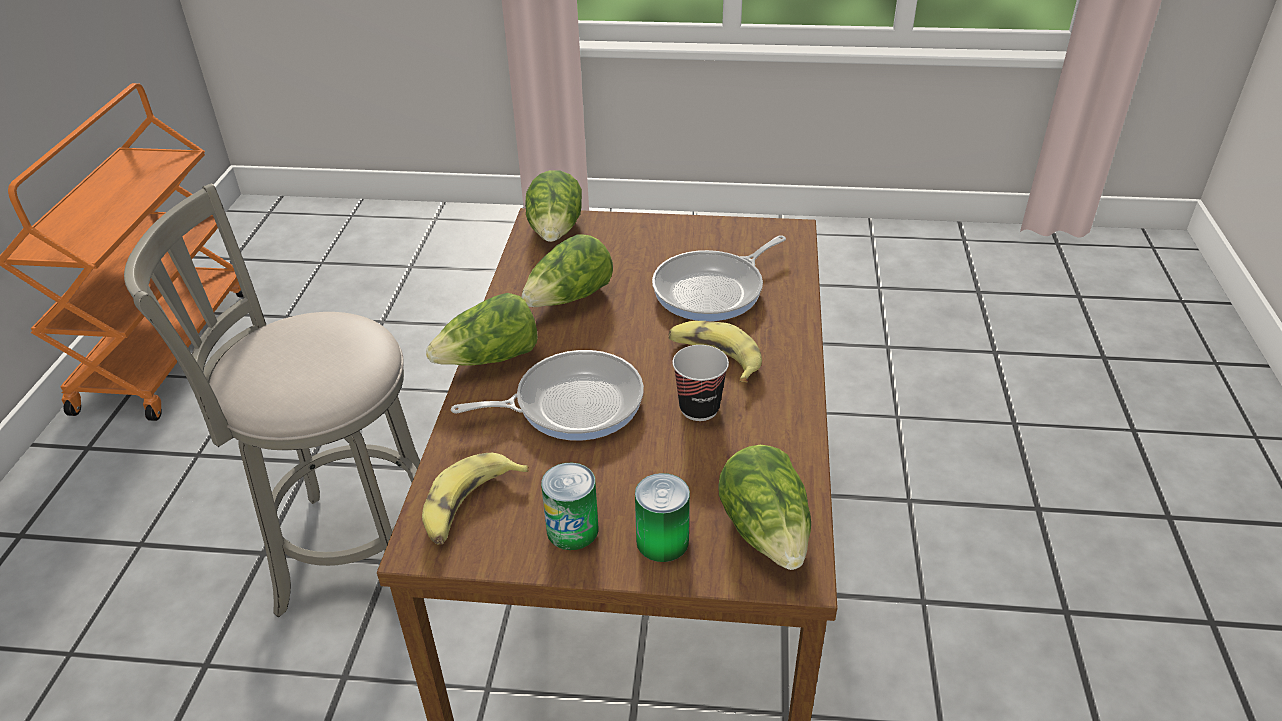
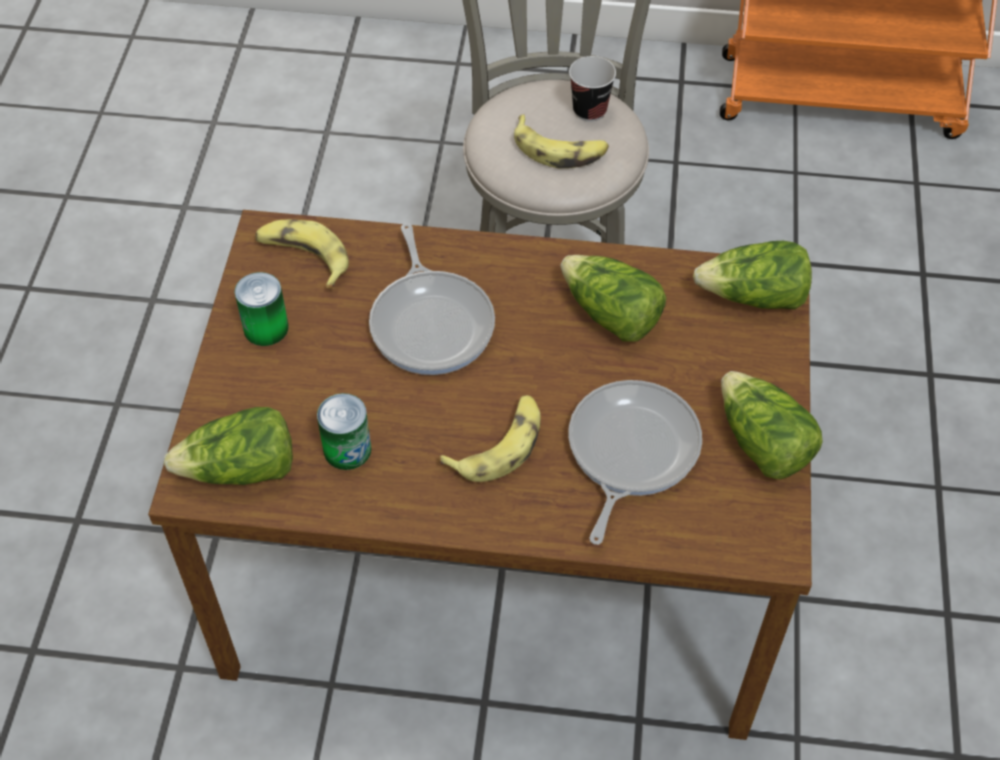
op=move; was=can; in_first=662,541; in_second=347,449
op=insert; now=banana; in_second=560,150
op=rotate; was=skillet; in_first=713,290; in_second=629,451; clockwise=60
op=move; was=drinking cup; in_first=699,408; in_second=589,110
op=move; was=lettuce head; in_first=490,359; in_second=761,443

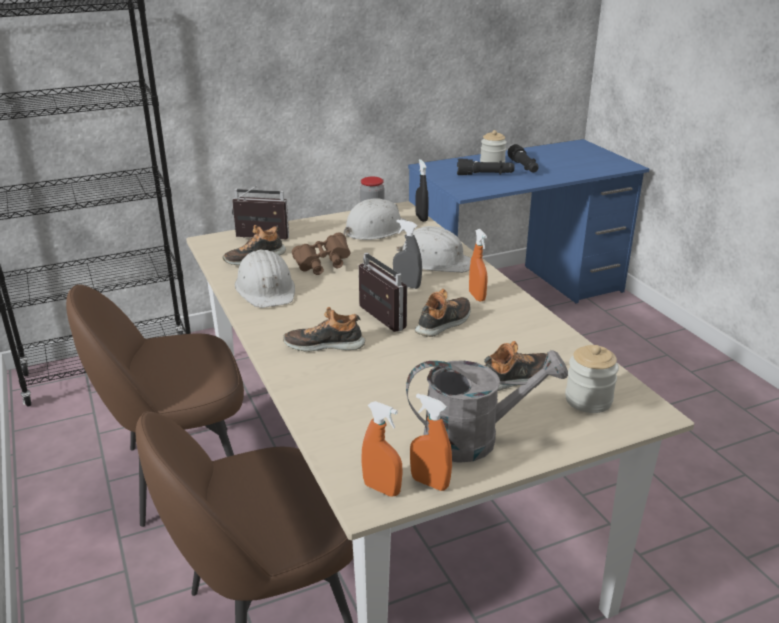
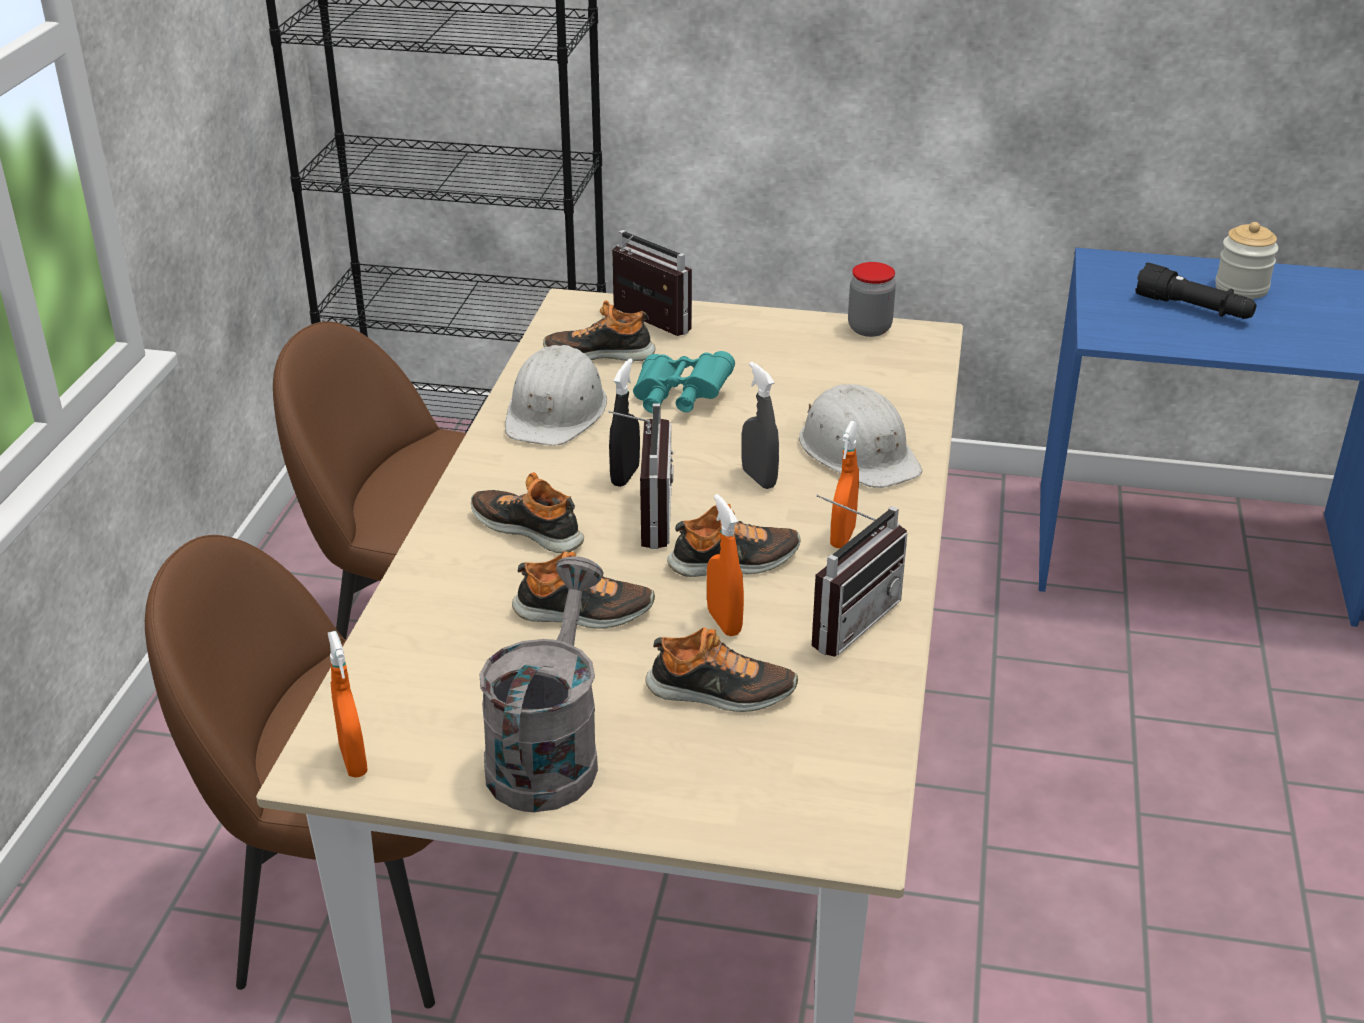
op=rotate; was=watering can/grey; in_first=474,438; in_second=547,752; clockwise=-105
op=insert; now=low shoe; in_second=583,613
op=move; was=spray bottle/black-coloured; in_first=421,218; in_second=625,476
op=recolor; was=binoculars/brownish; now=binoculars/turquoise; in_first=322,265; in_second=679,399
op=move; was=spray bottle/orange; in_first=429,483; in_second=724,622
op=insert; now=radio set; in_second=845,619
op=delete; was=safety helmet/whitish; in_first=376,230
op=delete; was=hand torch/black-coloured; in_first=523,167
op=delete; was=storage jar; in_first=588,400

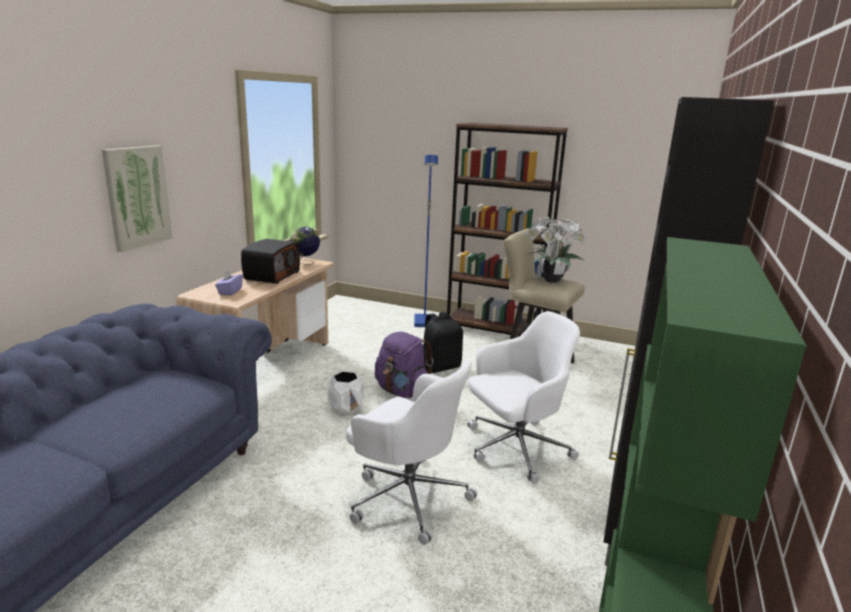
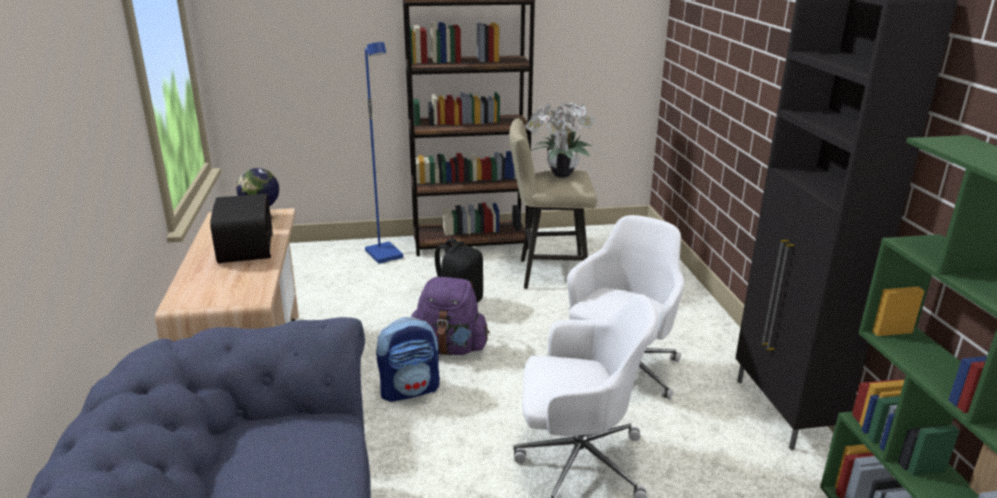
op=replace; was=plant pot/whitish; now=knapsack; in_first=346,408; in_second=410,390
op=delete; was=picture; in_first=137,197
op=delete; was=box of tissues/purplish; in_first=230,291

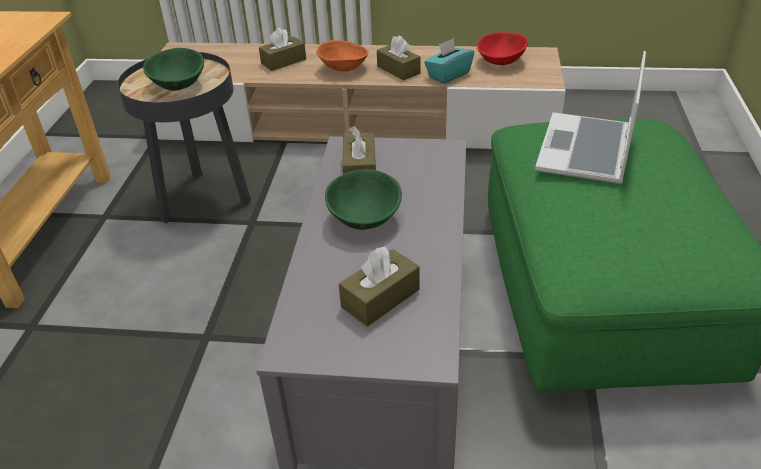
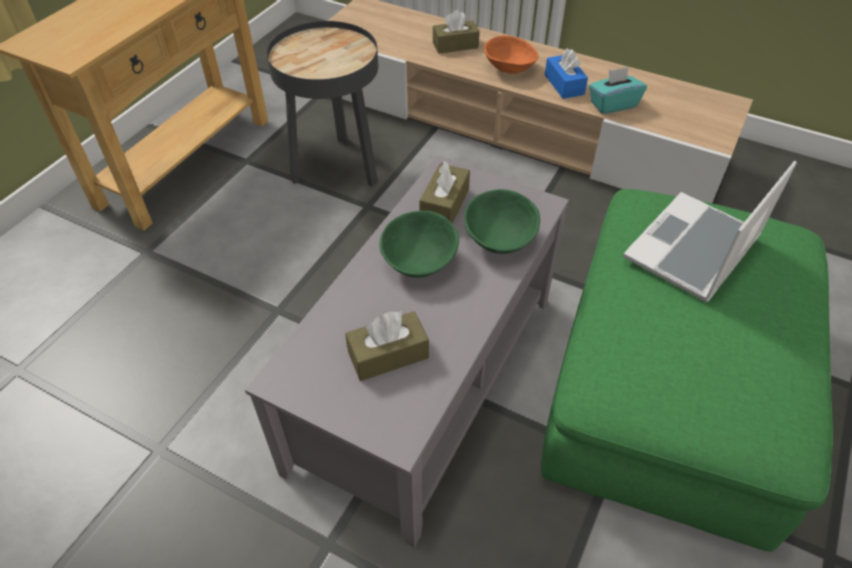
op=move; was=serving bowl/green; in_first=178,85; in_second=499,239
op=recolor; was=box of tissues/brownish; now=box of tissues/blue-coloured; in_first=398,70; in_second=564,84
op=delete; was=serving bowl/red; in_first=501,62

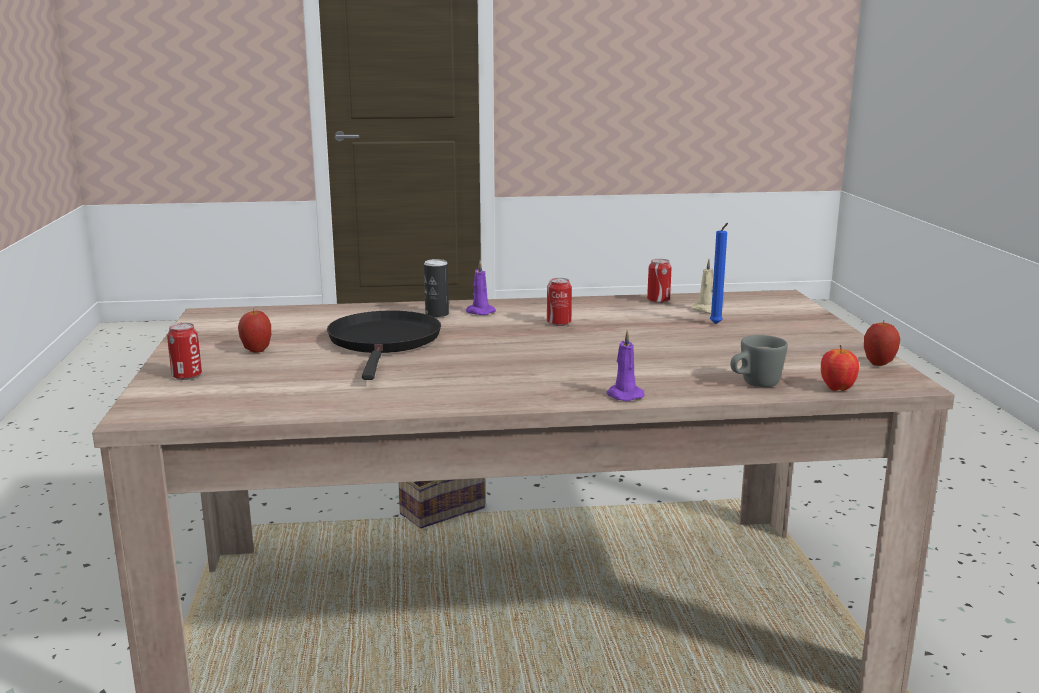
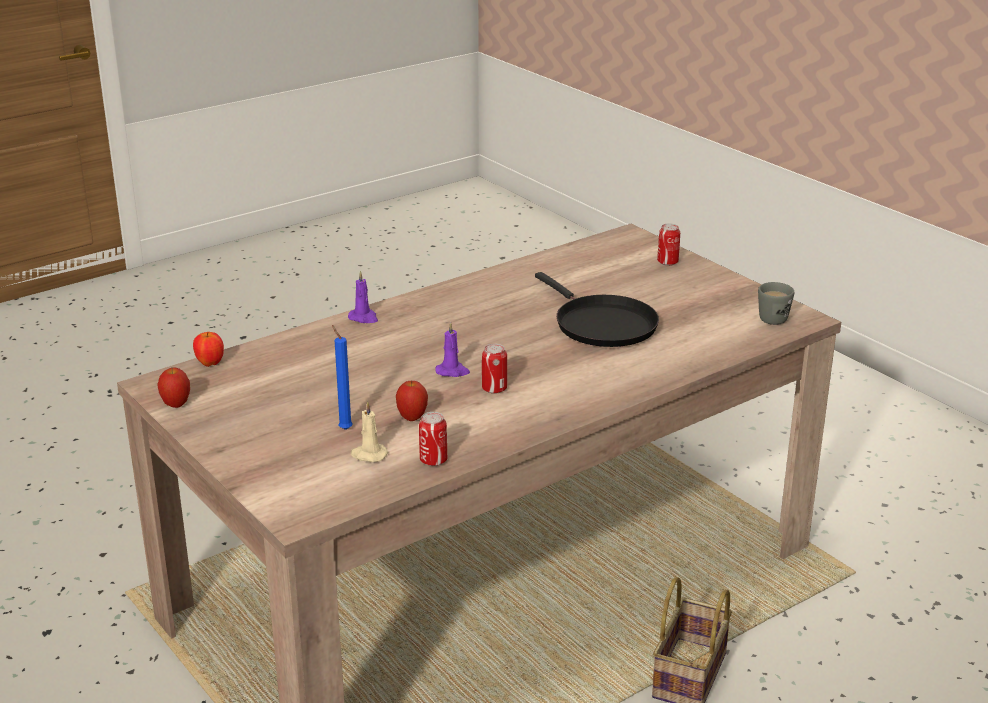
op=move; was=apple fruit; in_first=257,351; in_second=412,418
op=move; was=wax light/purplish; in_first=479,312; in_second=452,371
op=move; was=tea mug/grey; in_first=754,384; in_second=775,317
op=delete; was=can; in_first=437,314

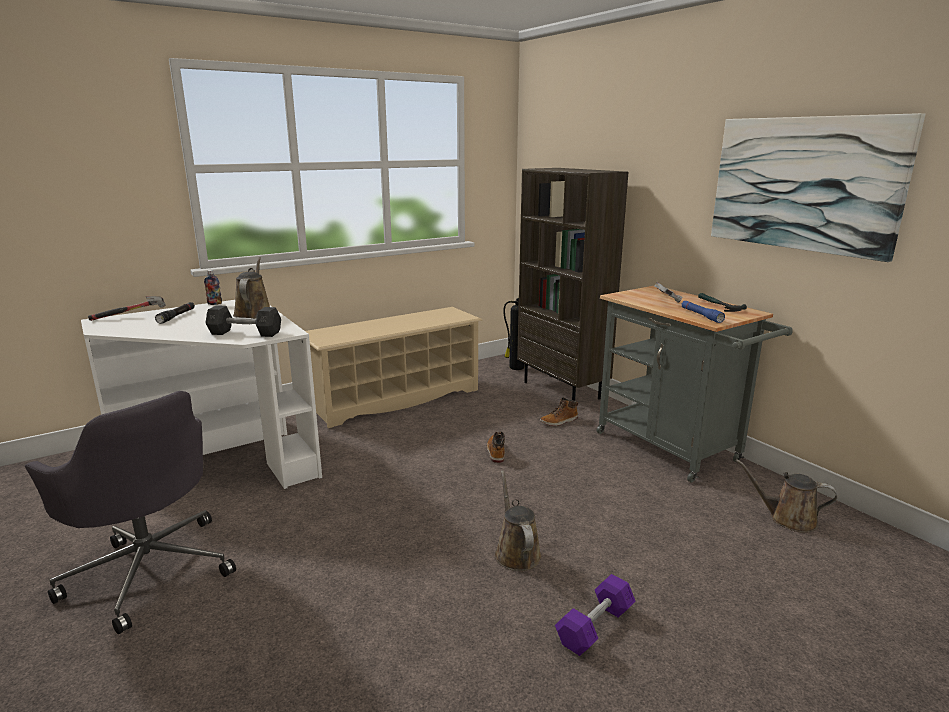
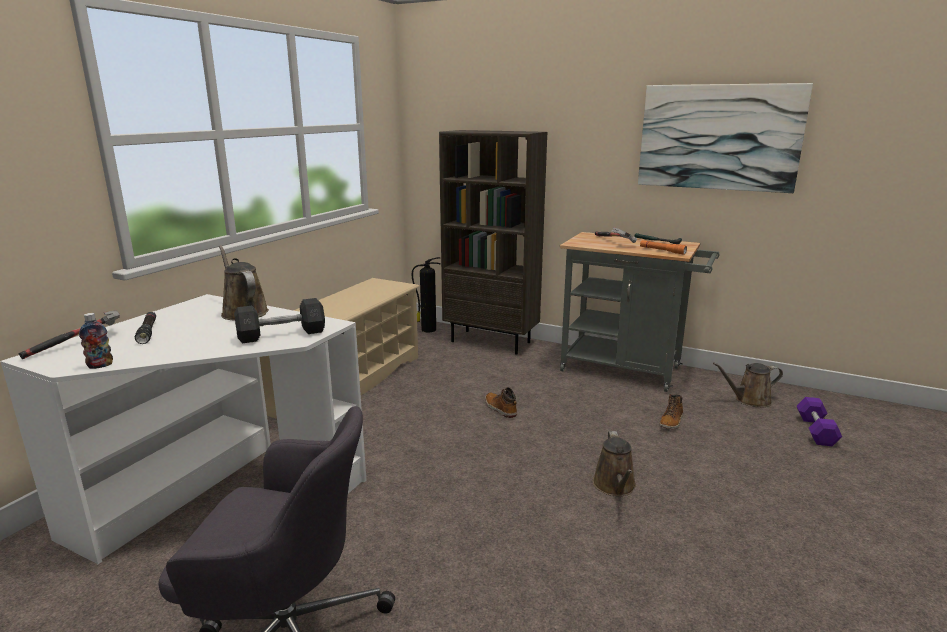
op=move; was=beverage bottle; in_first=214,304; in_second=100,365
op=rotate; was=watering can/brownish; in_first=516,552; in_second=615,486; clockwise=-135
op=recolor; was=hand torch/blue-coloured; now=hand torch/orange; in_first=701,315; in_second=662,251
op=move; was=high-top boot; in_first=559,421; in_second=671,421
op=move; was=hand weight/purplish; in_first=595,626; in_second=816,430

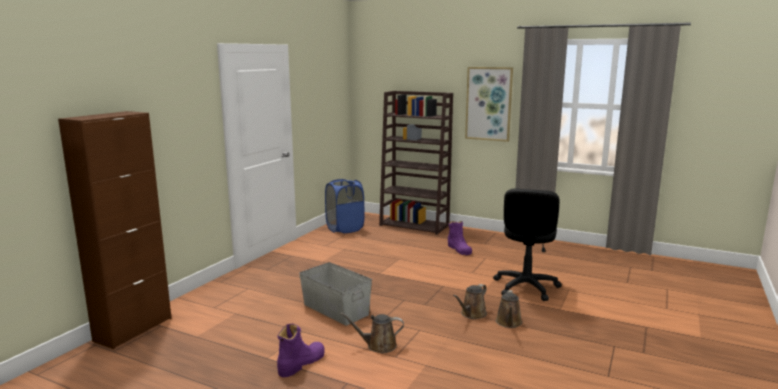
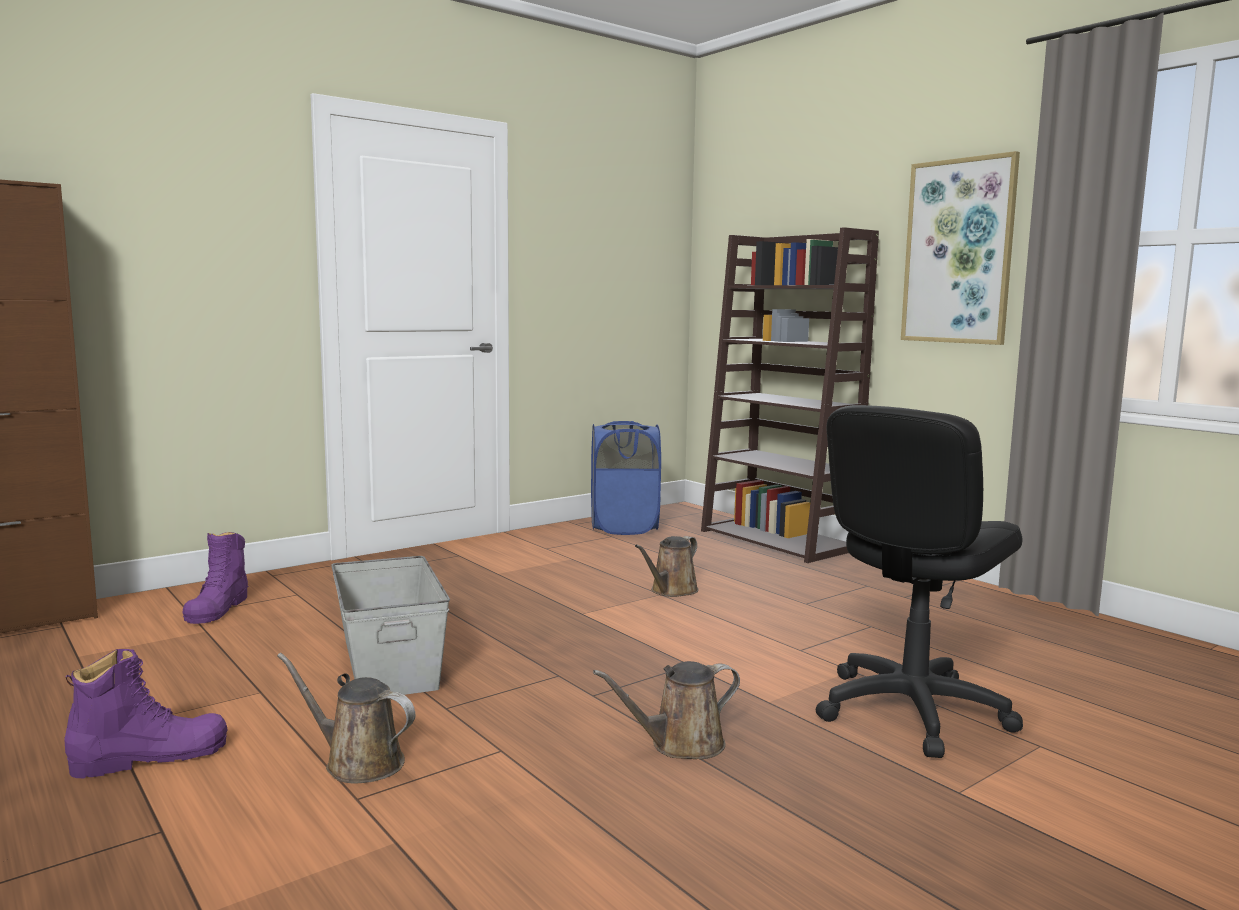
op=move; was=high-top boot/purplish; in_first=459,249; in_second=218,608
op=move; was=watering can/brownish; in_first=509,323; in_second=671,591

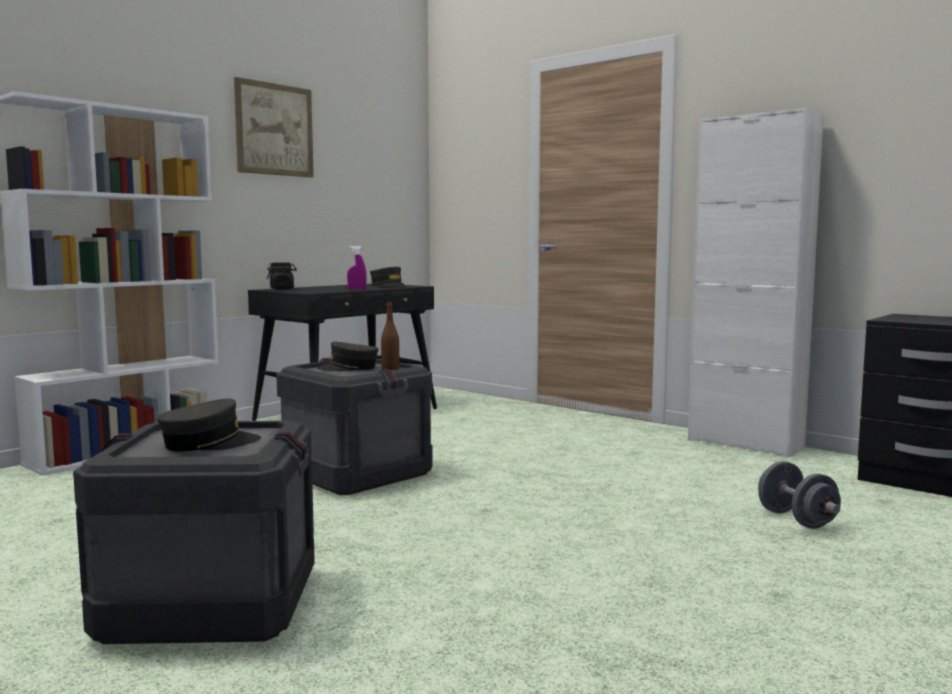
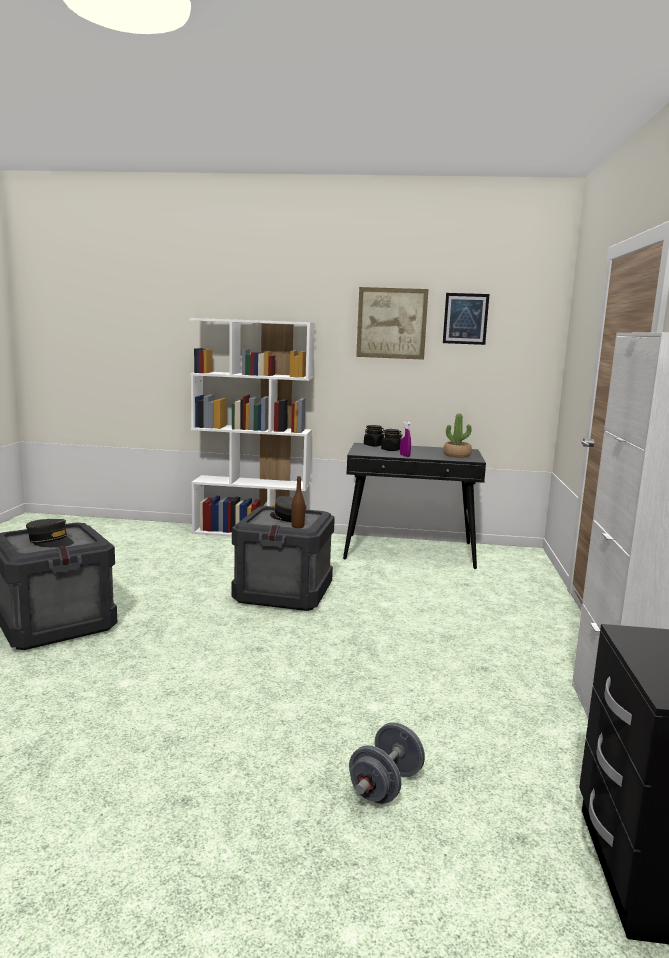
op=insert; now=storage jar/black-coloured; in_second=390,450
op=insert; now=picture; in_second=465,318
op=replace; was=cap/grey; now=houseplant; in_first=388,286; in_second=457,455

